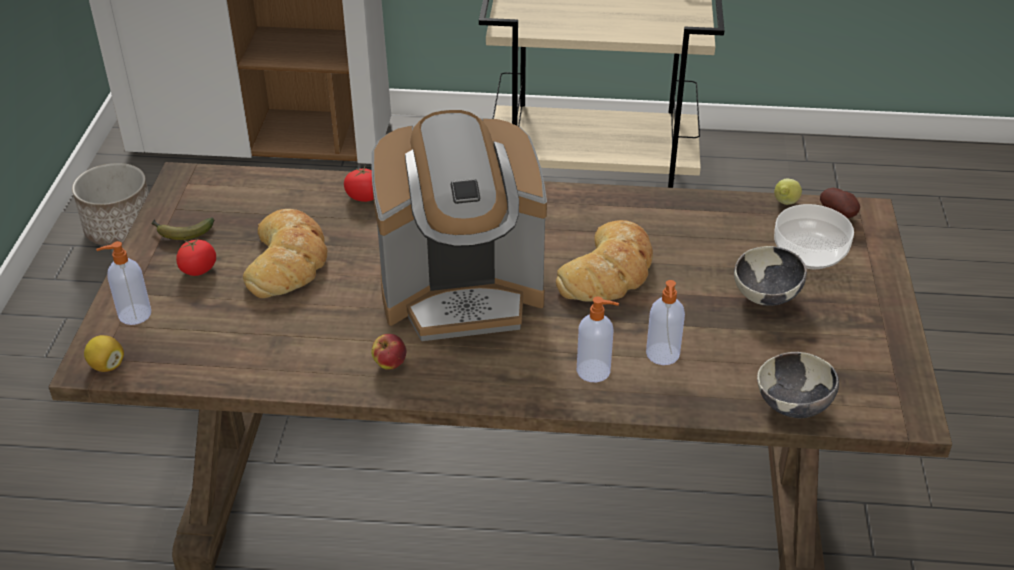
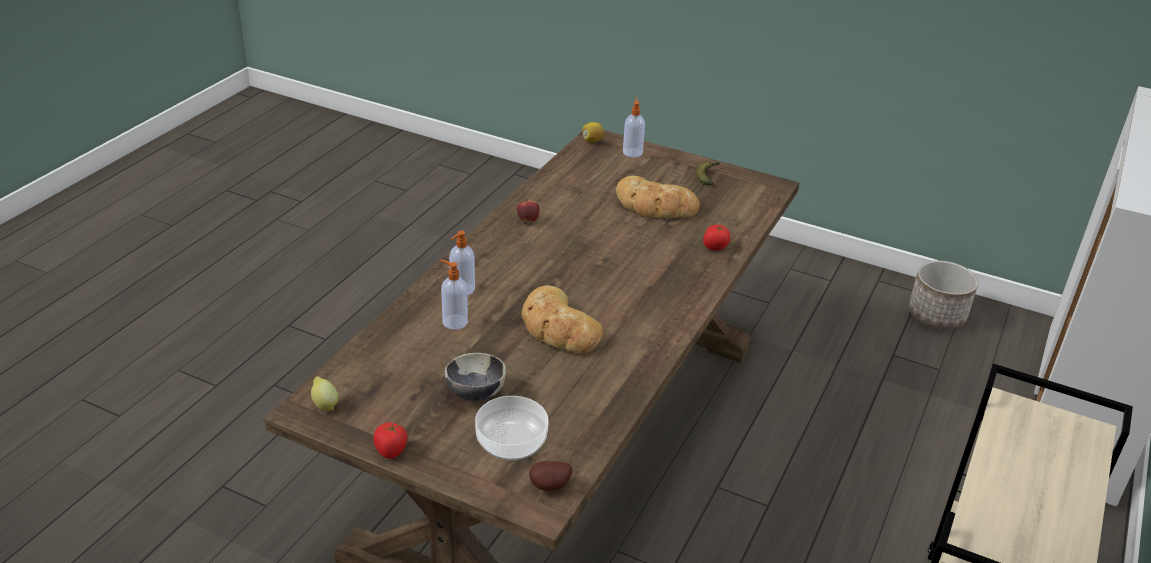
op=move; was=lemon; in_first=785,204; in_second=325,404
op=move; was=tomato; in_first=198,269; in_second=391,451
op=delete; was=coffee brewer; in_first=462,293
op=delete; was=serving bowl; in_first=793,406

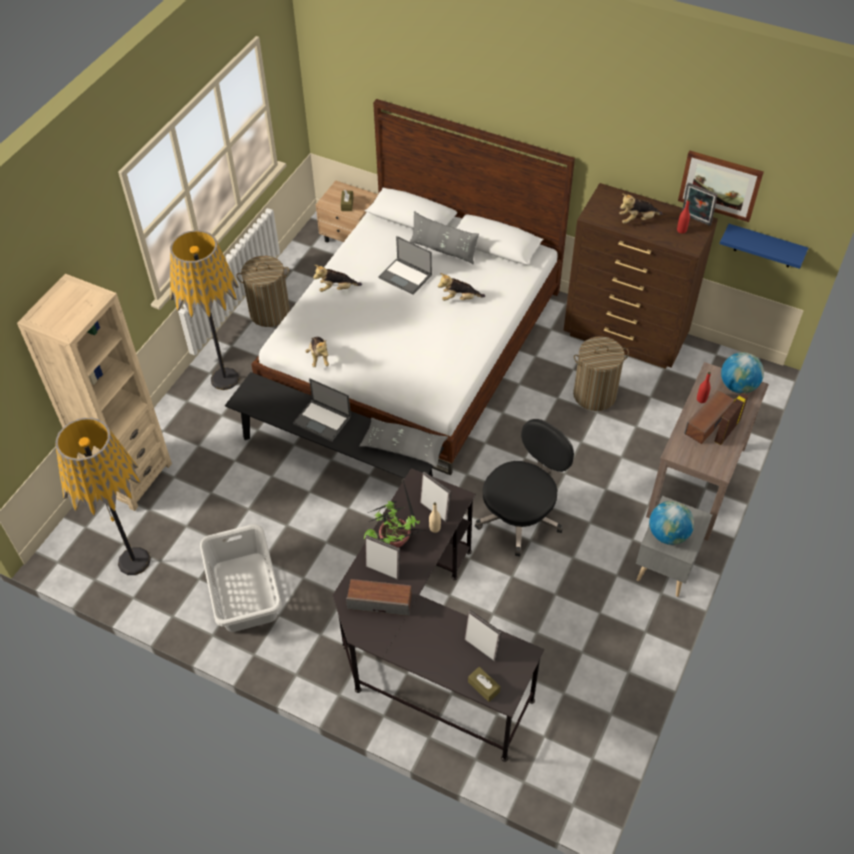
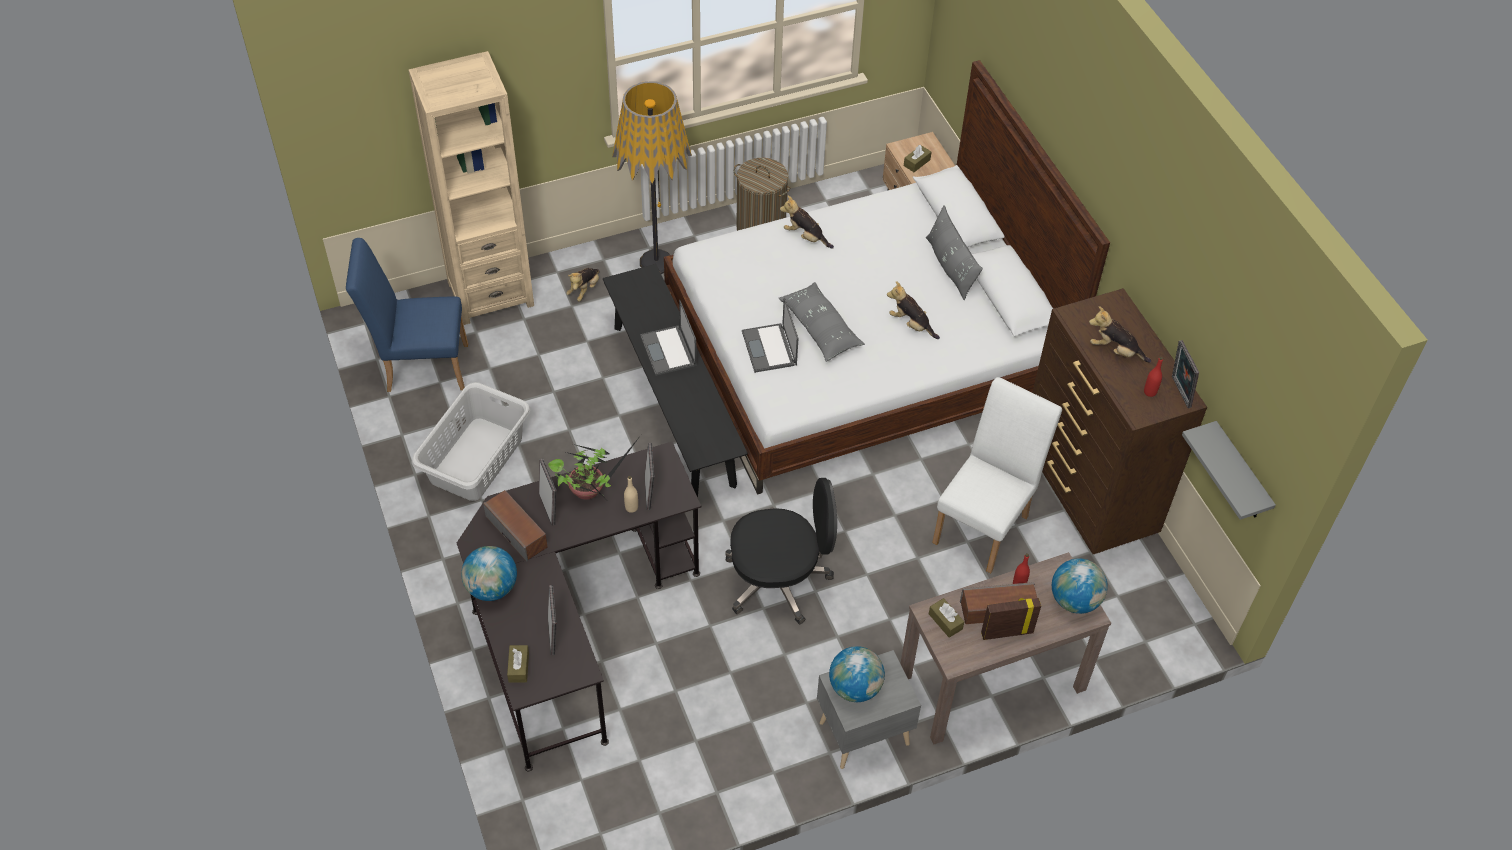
op=replace; was=floor lamp; now=upright chair/blue-coloured; in_first=133,561; in_second=420,366
op=insert; now=world globe; in_second=492,588
op=move; was=soft toy; in_first=319,357; in_second=584,290
op=move; was=laptop; in_first=406,276; in_second=769,349
op=move; was=pillow/grey; in_first=403,447; in_second=820,328
op=insert; now=box of tissues/brownish; in_second=945,621
op=replace; was=washing basket; now=upright chair/whitish; in_first=594,394; in_second=985,524
op=recolor; was=bracket shelf/blue-coloured; now=bracket shelf/grey; in_first=764,246; in_second=1240,474
op=delete; was=picture; in_first=720,185

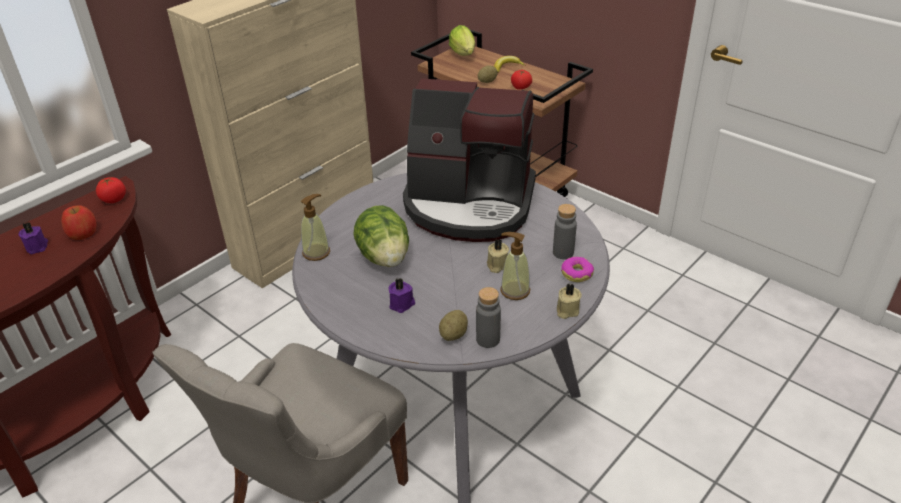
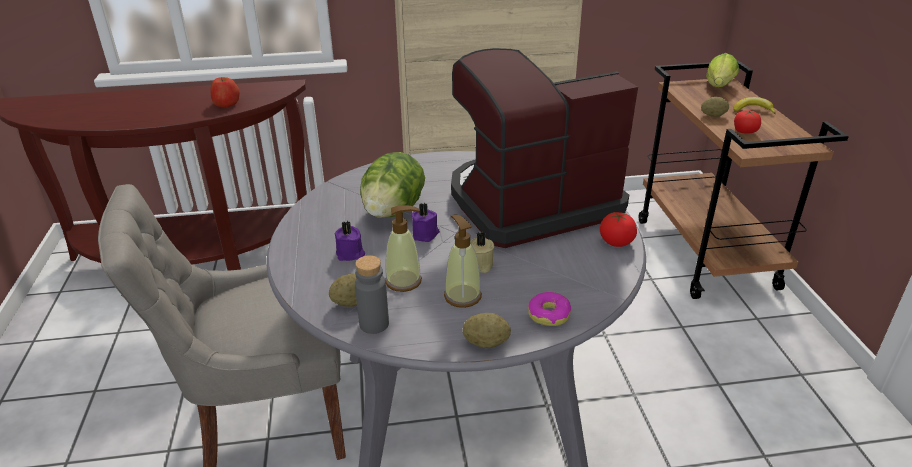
op=move; was=soap dispenser; in_first=316,252; in_second=404,281
op=move; was=wax light/purplish; in_first=38,246; in_second=426,234
op=rotate; was=coffee brewer; in_first=469,205; in_second=530,203; clockwise=105
op=replace; was=wax light/sand-coloured; now=potato; in_first=566,310; in_second=486,343
op=move; was=tomato; in_first=114,199; in_second=616,241
op=delete; was=beverage bottle/grey; in_first=563,253

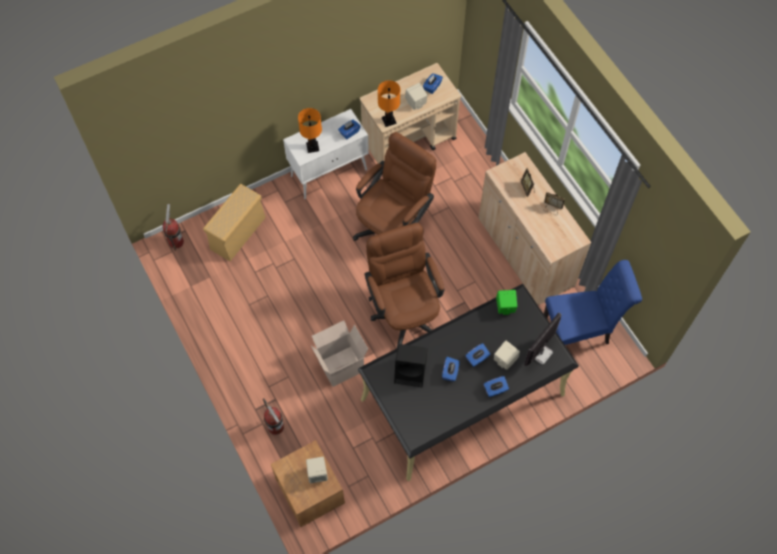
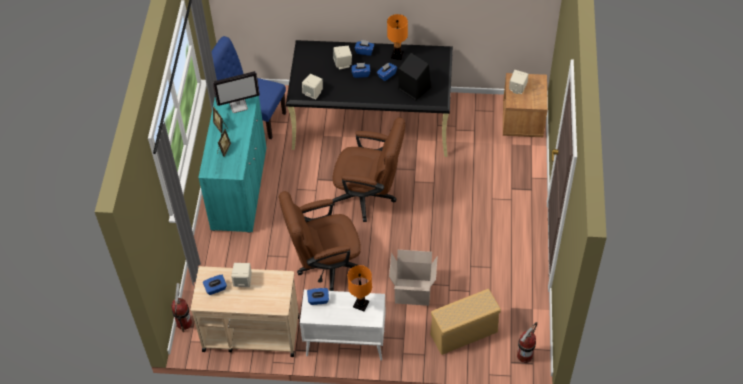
op=move; was=extinguisher; in_first=275,427; in_second=184,323
op=recolor; was=storage cabinet/sand-coloured; now=storage cabinet/turquoise; in_first=525,252; in_second=239,188
op=move; was=computer screen; in_first=540,353; in_second=239,105
op=recolor; was=speaker/green; now=speaker/sand-coloured; in_first=505,307; in_second=313,93
op=rotate; was=office chair/brownish; in_first=404,311; in_second=369,197; clockwise=-90
op=move; was=tabletop lamp/orange; in_first=389,121; in_second=397,55
op=move; was=cardboard box; in_first=341,365; in_second=412,293

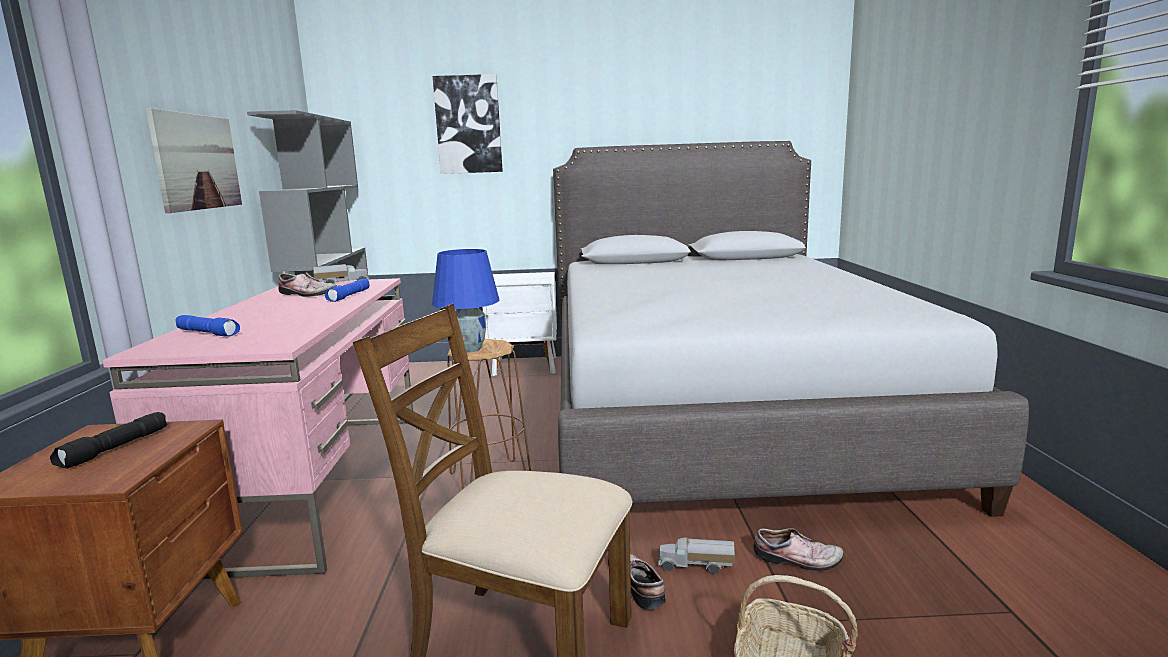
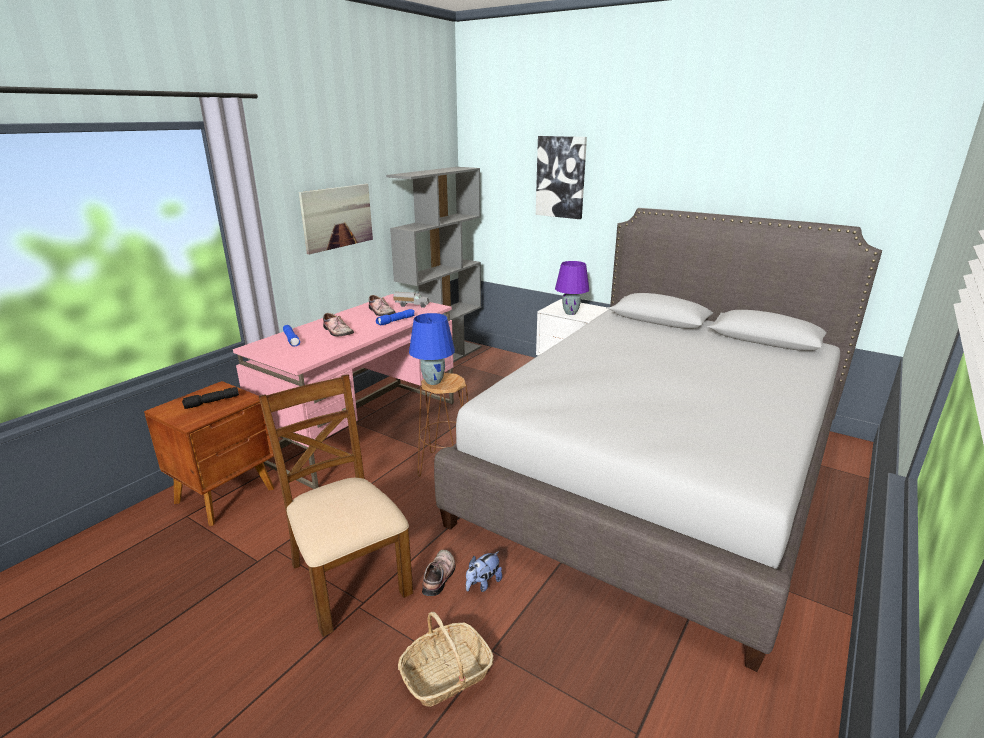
op=move; was=low shoe; in_first=798,560; in_second=336,332
op=replace; was=toy truck; now=soft toy; in_first=696,567; in_second=483,584
op=insert; now=tabletop lamp/purplish; in_second=570,313

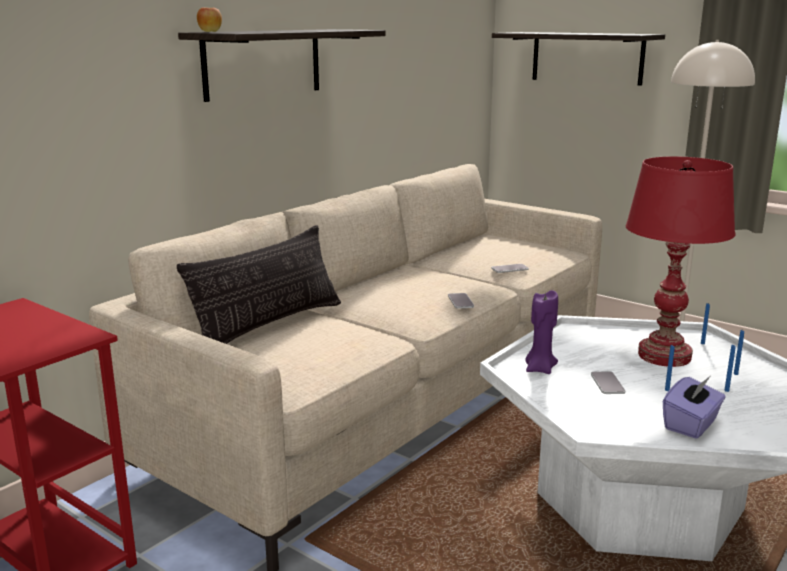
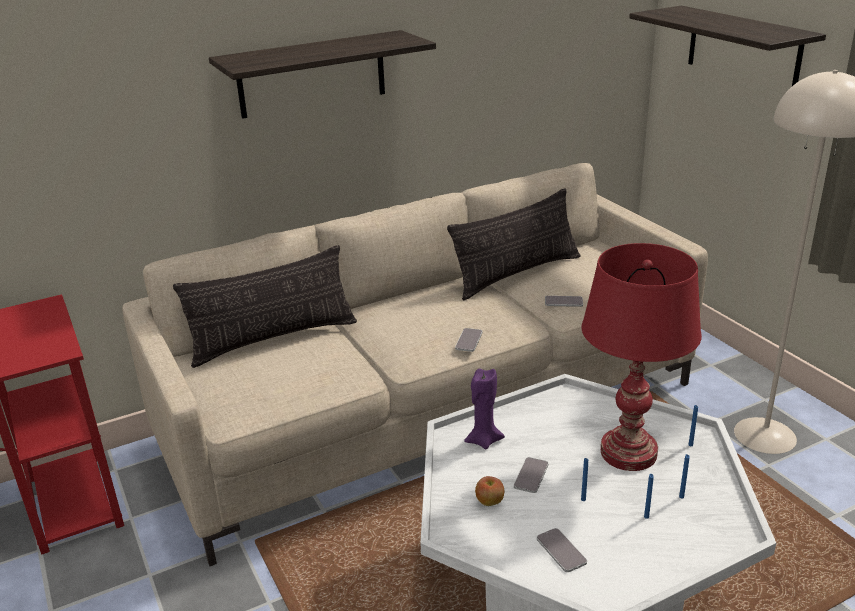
op=insert; now=pillow; in_second=517,274
op=move; was=apple fruit; in_first=210,31; in_second=489,502
op=replace; was=box of tissues/purplish; now=phone; in_first=691,425; in_second=561,551

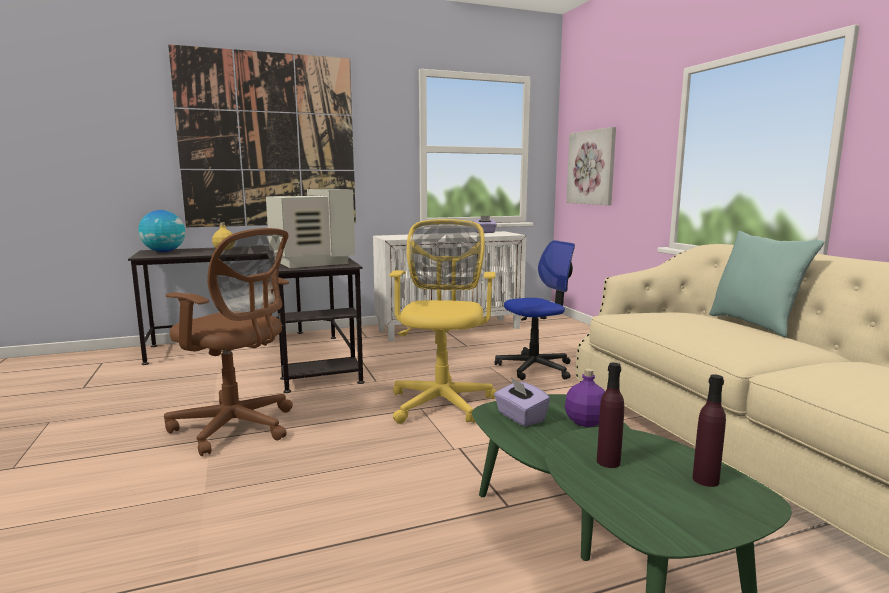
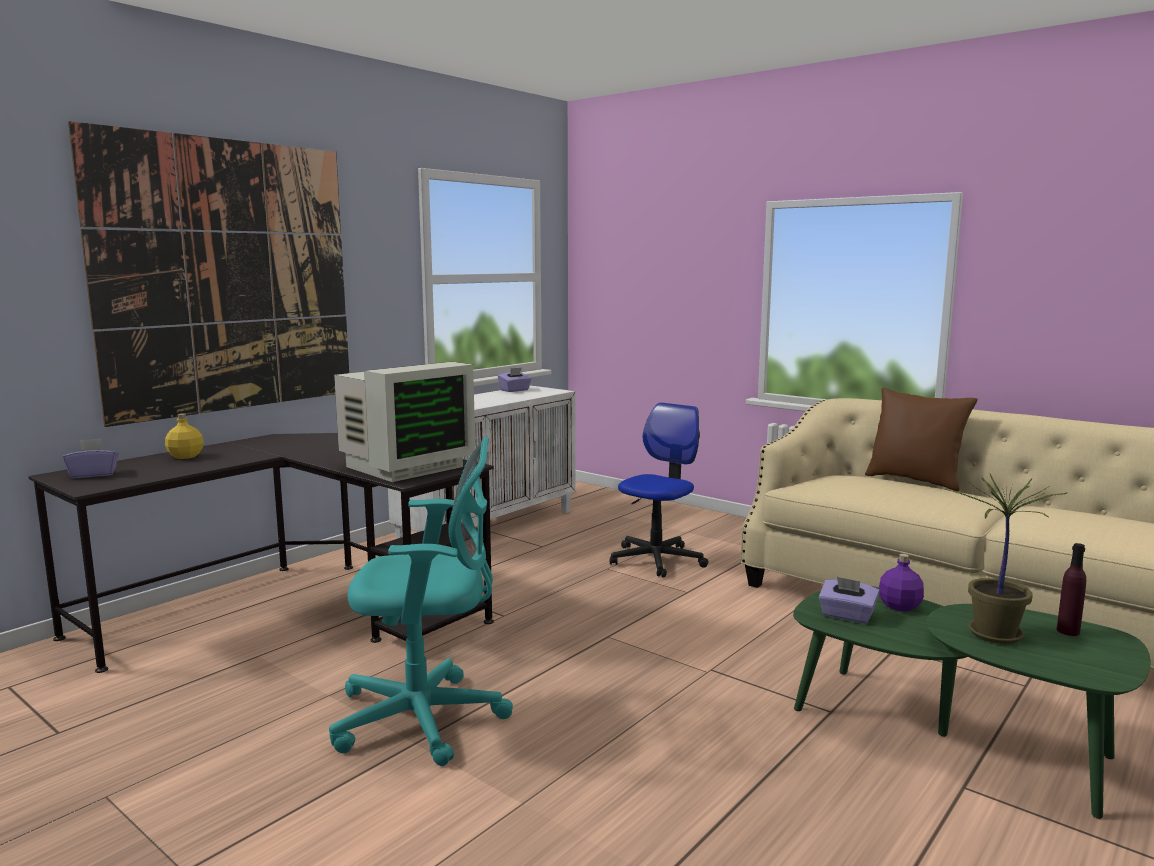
op=replace; was=world globe; now=box of tissues/purplish; in_first=164,252; in_second=93,474
op=recolor; was=office chair/brownish; now=office chair/turquoise; in_first=237,428; in_second=427,719
op=rotate; was=computer screen; in_first=310,262; in_second=404,466; clockwise=105
op=recolor; was=pillow/turquoise; now=pillow/brownish; in_first=755,324; in_second=915,480
op=replace; was=beverage bottle/purplish; now=houseplant; in_first=608,462; in_second=995,635
op=delete; was=office chair/yellow; in_first=442,401
op=delete; was=picture; in_first=592,167

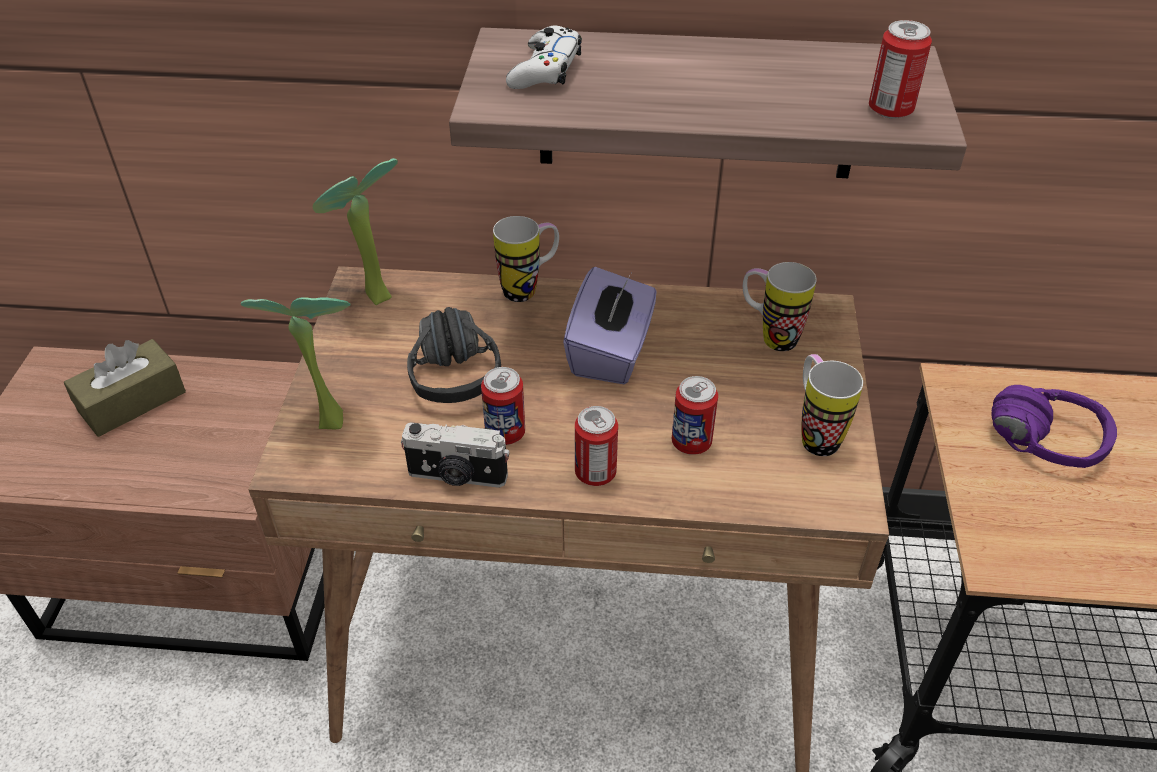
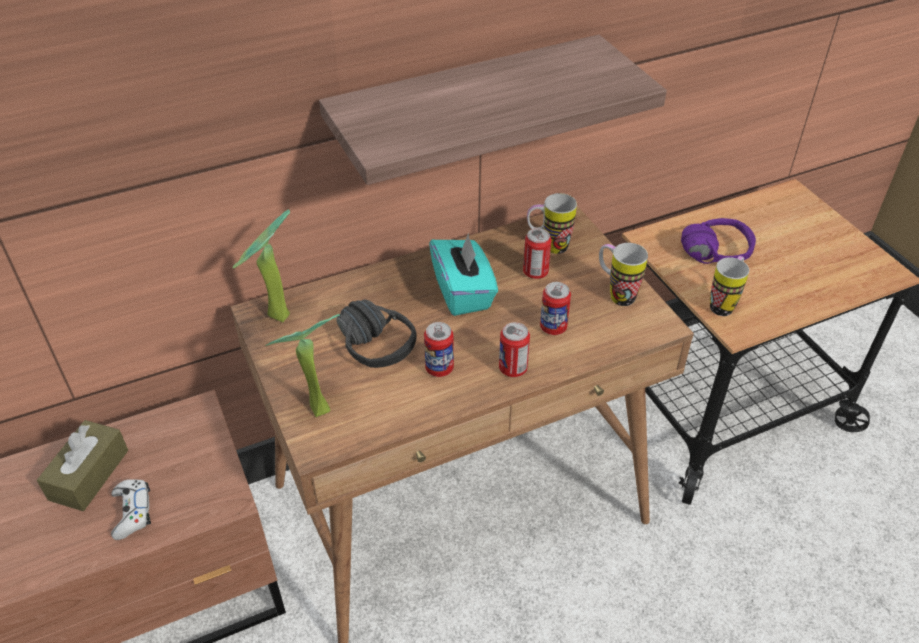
op=move; was=game controller/whitish; in_first=545,70; in_second=132,512
op=recolor; was=box of tissues/purplish; now=box of tissues/turquoise; in_first=611,352; in_second=463,292
op=move; was=can; in_first=890,110; in_second=535,272
op=move; was=tea mug; in_first=529,288; in_second=724,304
op=delete; was=still camera; in_first=457,476

